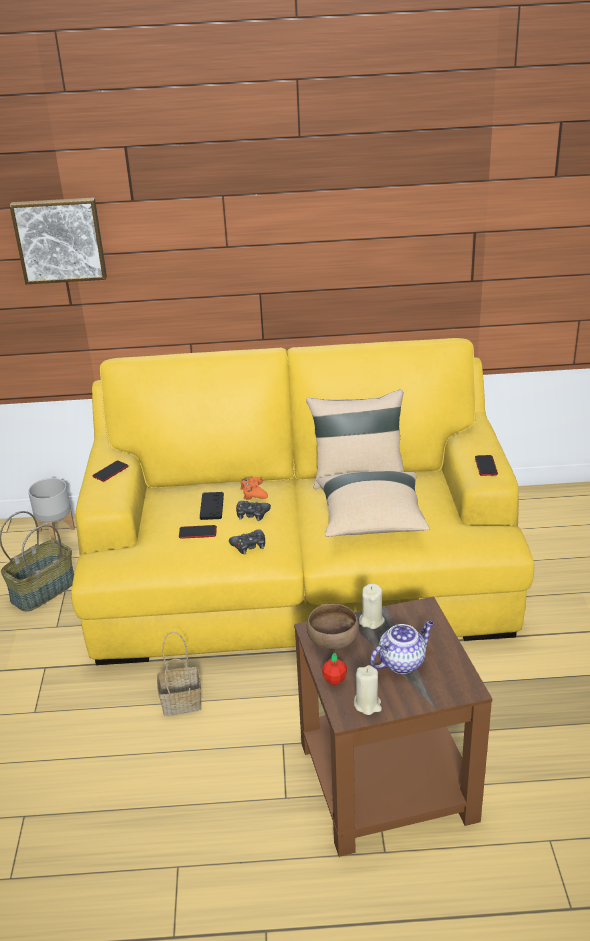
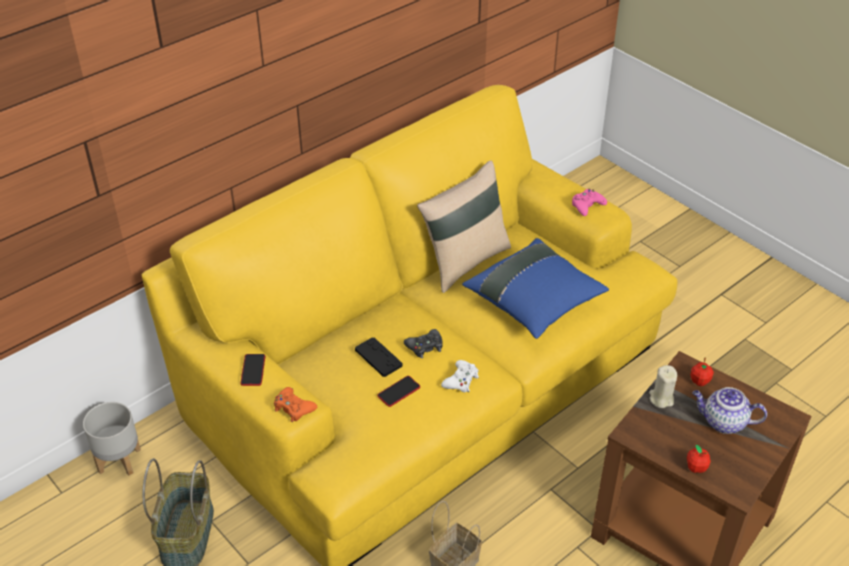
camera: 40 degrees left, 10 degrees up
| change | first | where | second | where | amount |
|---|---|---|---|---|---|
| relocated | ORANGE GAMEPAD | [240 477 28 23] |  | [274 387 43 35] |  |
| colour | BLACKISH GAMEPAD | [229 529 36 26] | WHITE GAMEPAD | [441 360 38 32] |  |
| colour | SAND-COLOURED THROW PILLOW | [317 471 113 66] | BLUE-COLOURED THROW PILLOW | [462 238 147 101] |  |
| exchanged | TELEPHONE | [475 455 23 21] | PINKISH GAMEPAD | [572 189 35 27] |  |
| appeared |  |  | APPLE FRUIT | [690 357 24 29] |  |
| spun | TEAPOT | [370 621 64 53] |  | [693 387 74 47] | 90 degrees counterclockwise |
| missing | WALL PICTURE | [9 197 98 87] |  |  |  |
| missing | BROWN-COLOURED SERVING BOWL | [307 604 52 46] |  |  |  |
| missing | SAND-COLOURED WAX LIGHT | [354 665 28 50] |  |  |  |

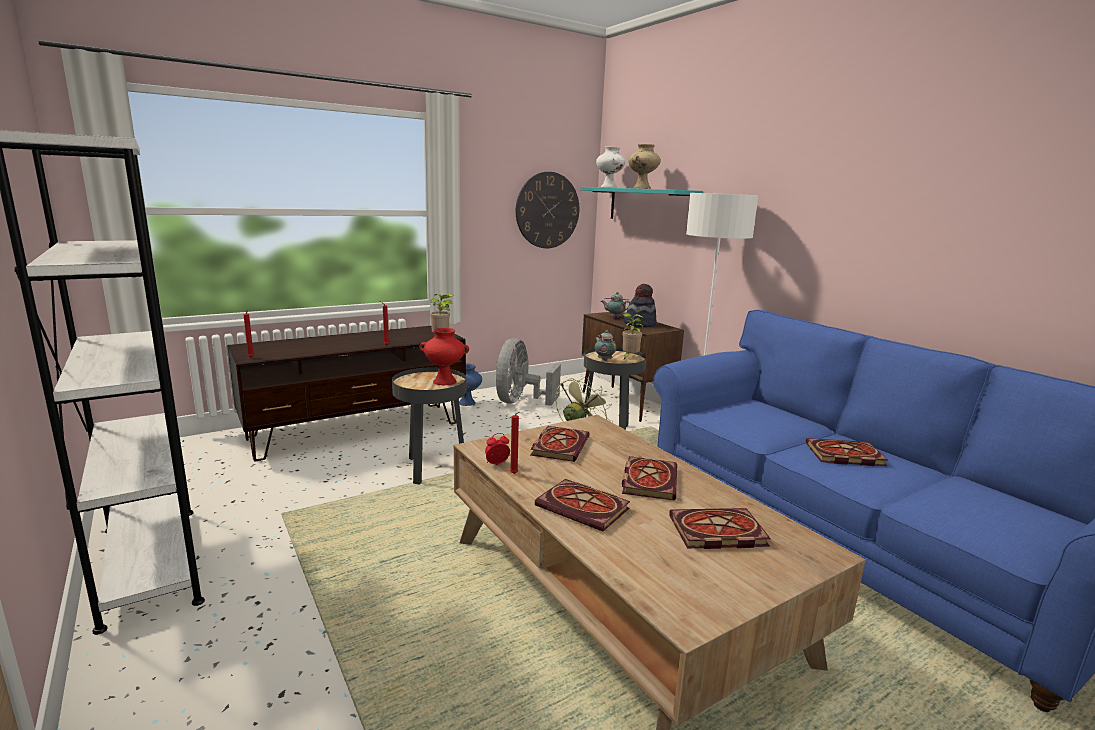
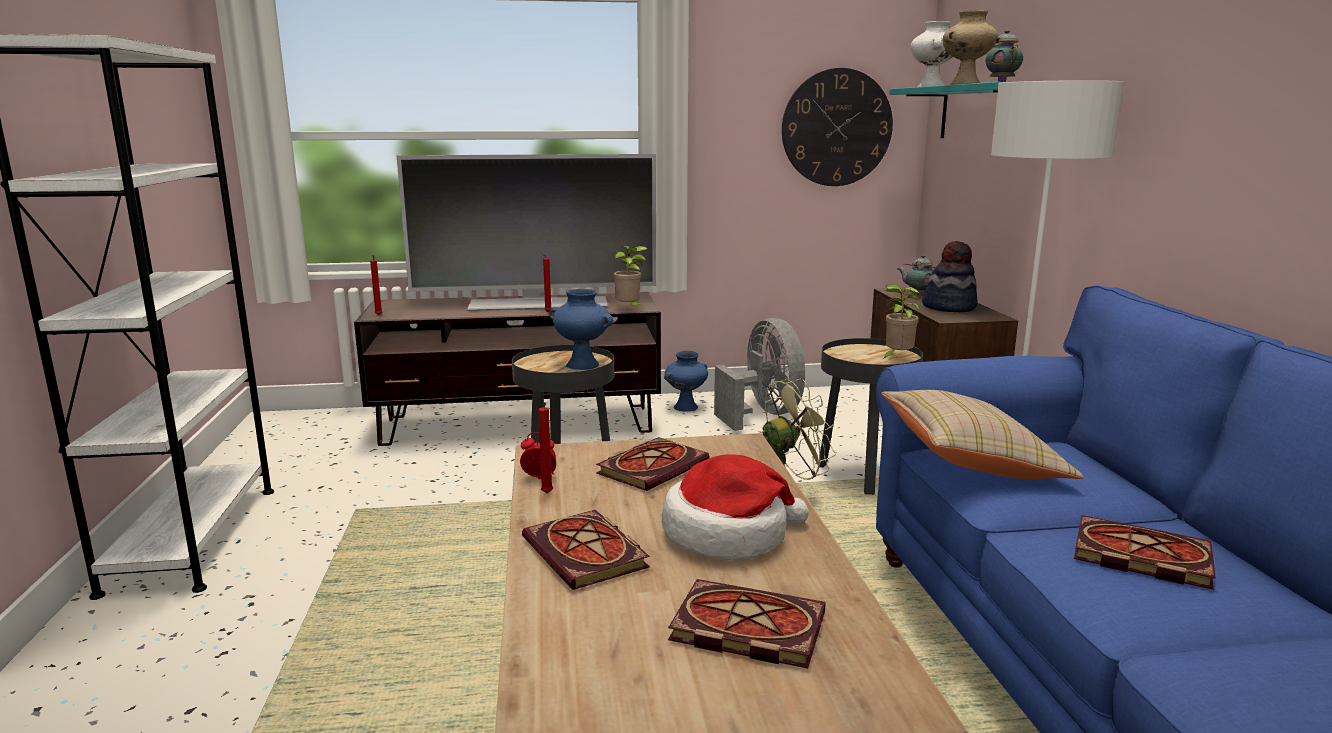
camera: 25 degrees right, 0 degrees up
| change | first | where | second | where | amount |
|---|---|---|---|---|---|
| appeared |  |  | TV SET | [396 154 260 157] |  |
| colour | REDDISH VASE | [419 328 50 57] | BLUE-COLOURED VASE | [549 289 65 81] |  |
| exchanged | VOLUME | [622 456 55 44] | HAT | [662 454 147 106] |  |
| spun | GREY COOLING FAN | [496 338 65 68] |  | [714 318 91 113] | 120 degrees clockwise |
| appeared |  |  | SAND-COLOURED THROW PILLOW | [881 390 203 89] |  |
| relocated | TEAPOT | [595 330 22 31] |  | [985 30 38 52] |  |

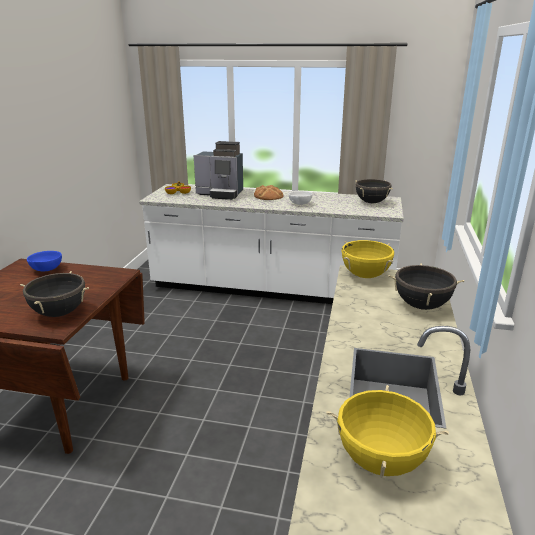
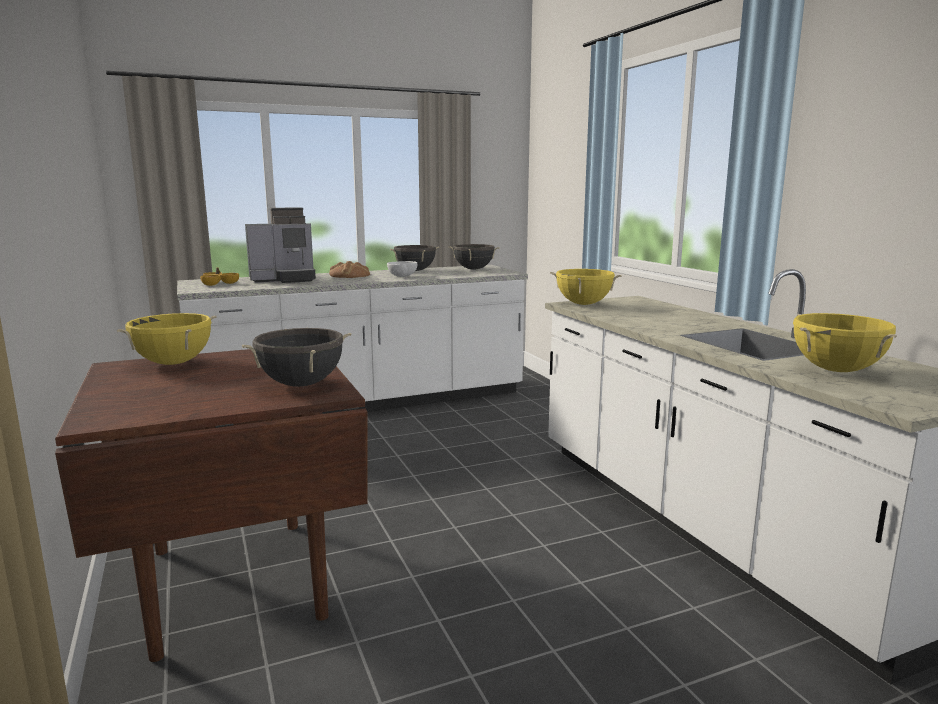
camera: 35 degrees left, 10 degrees down
| change | first | where | second | where | amount |
|---|---|---|---|---|---|
| exchanged | BLUE-COLOURED SERVING BOWL | [27 251 35 20] | YELLOWISH COOKING POT | [117 313 99 52] |  |
| relocated | BLACKISH COOKING POT | [388 264 76 46] |  | [390 245 49 26] |  |

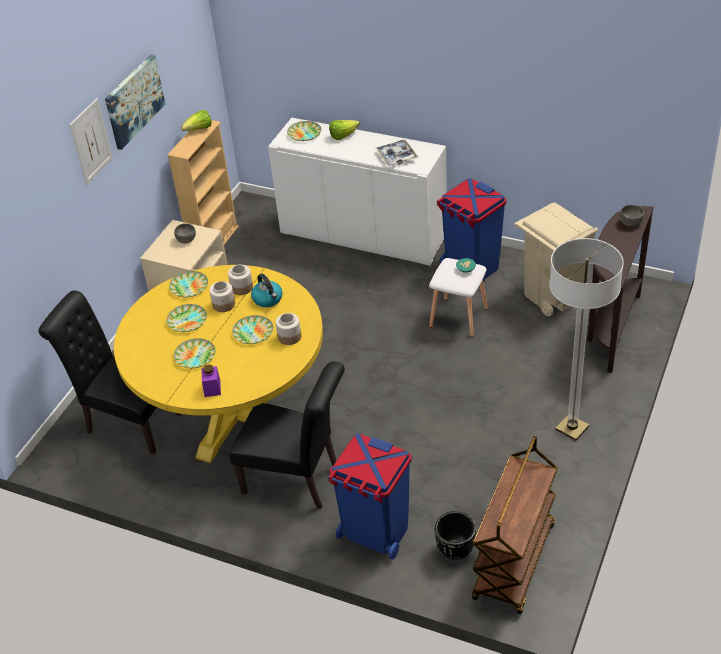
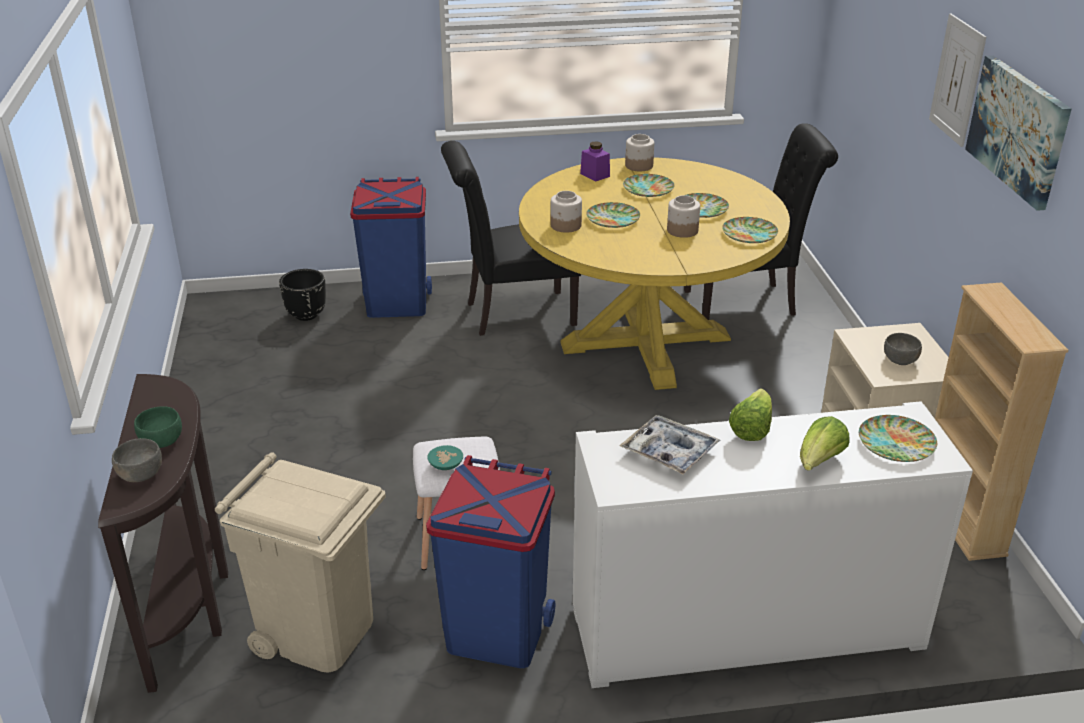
camera: 145 degrees right, 10 degrees down
| change | first | where | second | where | amount |
|---|---|---|---|---|---|
| appeared |  |  | GREEN SERVING BOWL | [134 406 48 42] |  |
| relocated | JAR | [228 265 25 30] |  | [625 134 29 37] |  |
| relocated | LETTUCE | [181 110 31 21] |  | [729 388 43 53] |  |
| missing | TEA KETTLE | [251 274 32 33] |  |  |  |
| missing | BROWN-COLOURED CART | [472 436 86 178] |  |  |  |
| missing | STANDING LAMP | [549 238 75 203] |  |  |  |

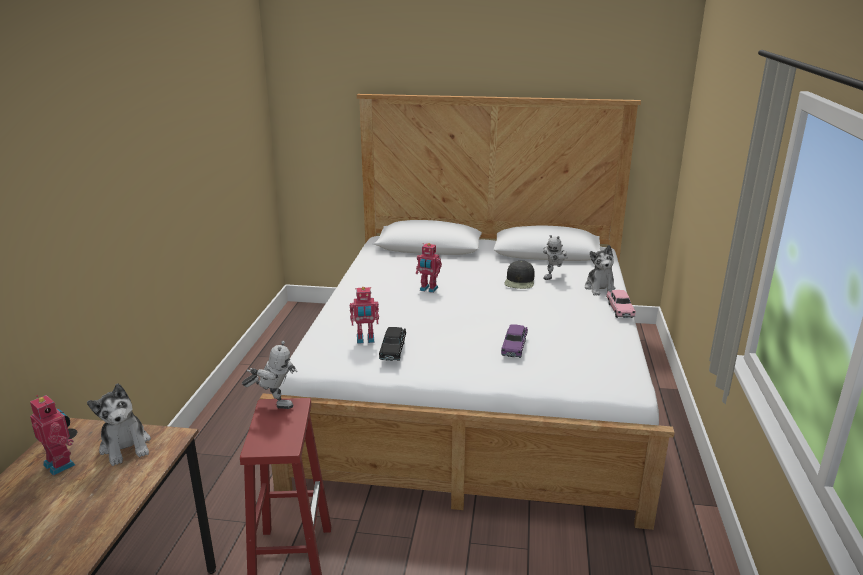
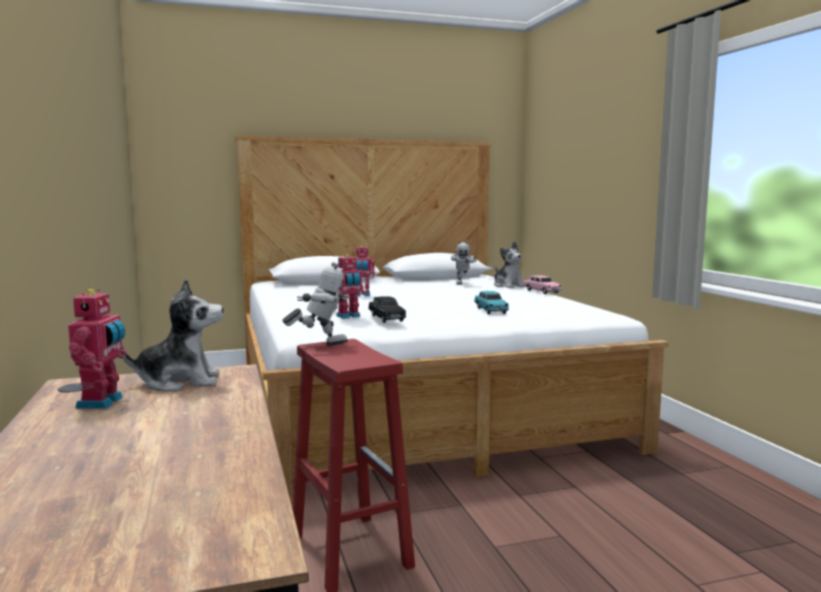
camera: 25 degrees left, 15 degrees down
| change | first | where | second | where | amount |
|---|---|---|---|---|---|
| spun | TOY ROBOT | [30 395 45 81] |  | [68 289 59 120] | 75 degrees clockwise |
| spun | PLUSH TOY | [87 384 64 82] |  | [120 279 103 113] | 45 degrees counterclockwise |
| colour | PURPLE MINIATURE CAR | [501 324 27 34] | TURQUOISE MINIATURE CAR | [474 291 35 23] |  |
| missing | BLACKISH BASEBALL CAP | [505 261 30 28] |  |  |  |

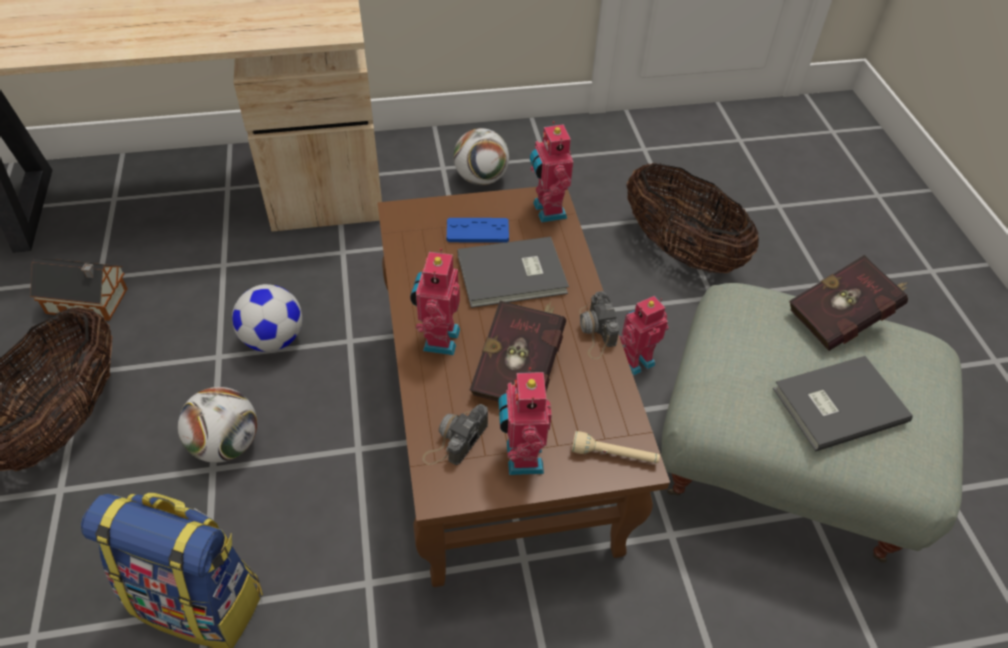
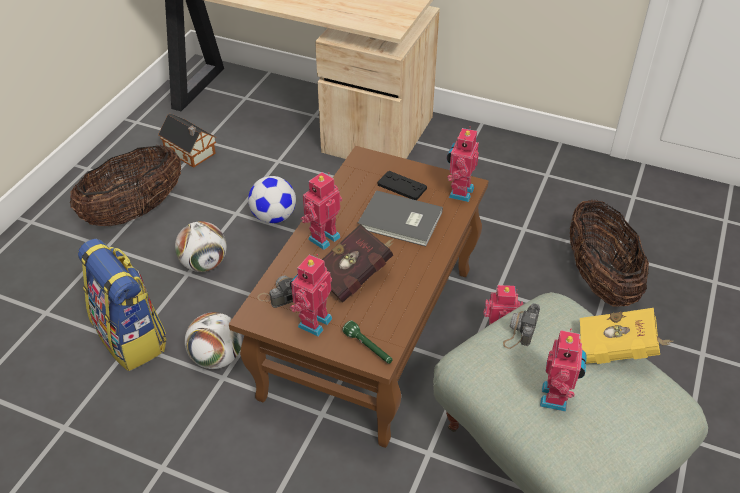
camera: 35 degrees right, 5 degrees down
| change | first | where | second | where | amount |
|---|---|---|---|---|---|
| relocated | FOOTBALL | [453 128 56 57] |  | [185 312 57 57] |  |
| colour | SAND-COLOURED HAND TORCH | [572 431 88 32] | GREEN HAND TORCH | [342 320 50 44] |  |
| colour | BLUE-COLOURED GAMEPAD | [447 218 62 25] | BLACKISH GAMEPAD | [377 171 50 29] |  |
| relocated | STILL CAMERA | [579 291 41 68] |  | [503 303 37 46] |  |
| exchanged | GREY VOLUME | [773 356 140 95] | TOY ROBOT | [540 328 47 84] |  |
| colour | REDDISH VOLUME | [789 255 119 96] | YELLOWISH VOLUME | [580 308 94 56] |  |

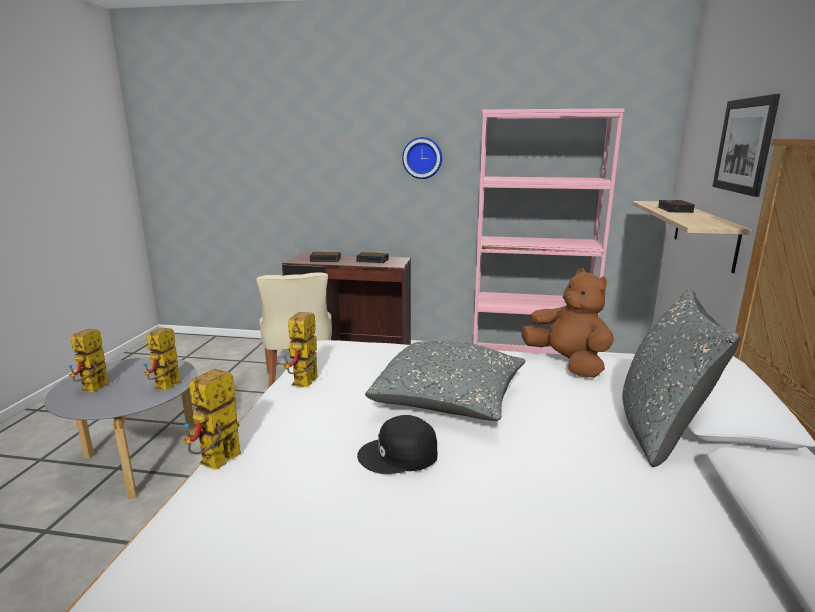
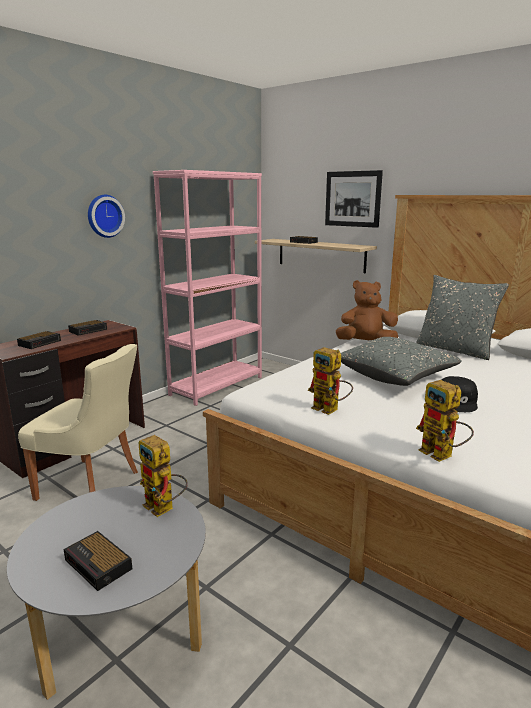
camera: 60 degrees left, 0 degrees up
| change | first | where | second | where | amount |
|---|---|---|---|---|---|
| exchanged | TOY ROBOT | [69 329 40 63] | ALARM CLOCK | [64 531 68 60] |  |

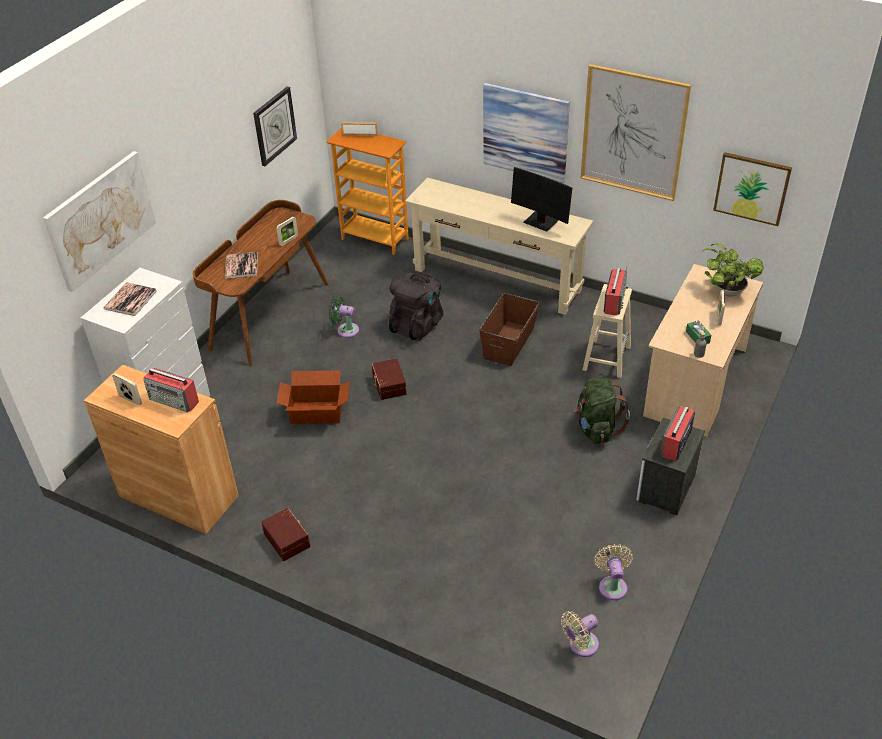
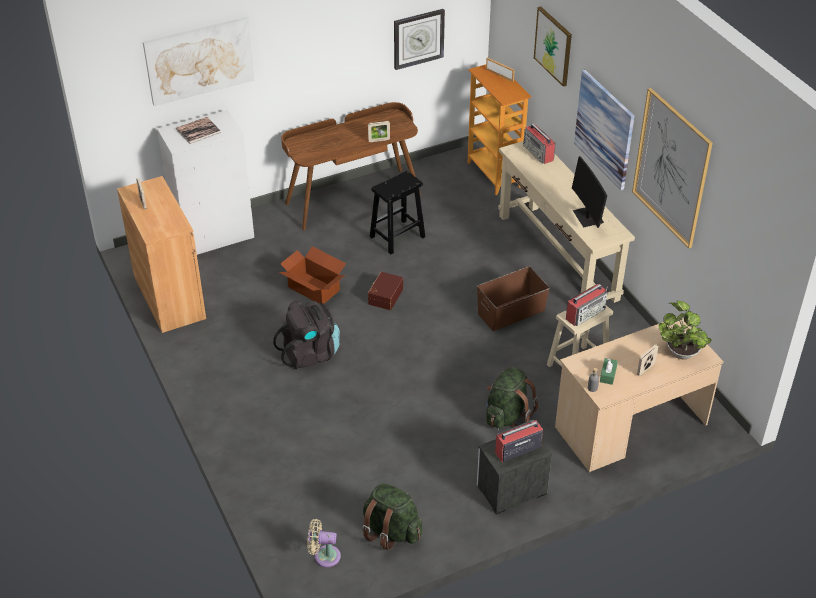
camera: 35 degrees right, 0 degrees up
| change | first | where | second | where | amount |
|---|---|---|---|---|---|
| relocated | BLACKISH KNAPSACK | [389 272 54 69] |  | [273 301 67 68] |  |
| exchanged | SAND-COLOURED COOLING FAN | [594 544 39 56] | GREEN KNAPSACK | [362 483 61 67] |  |
| exchanged | GREEN COOLING FAN | [329 295 30 43] | BLACKISH STOOL | [370 171 55 84] |  |
| relocated | RADIO RECEIVER | [144 368 55 44] |  | [523 124 33 40] |  |
| relocated | WALL PICTURE | [713 152 79 74] |  | [534 6 38 81] |  |
| missing | VOLUME | [225 252 33 27] |  |  |  |
| missing | BROWN-COLOURED STORAGE BIN | [261 508 49 53] |  |  |  |

